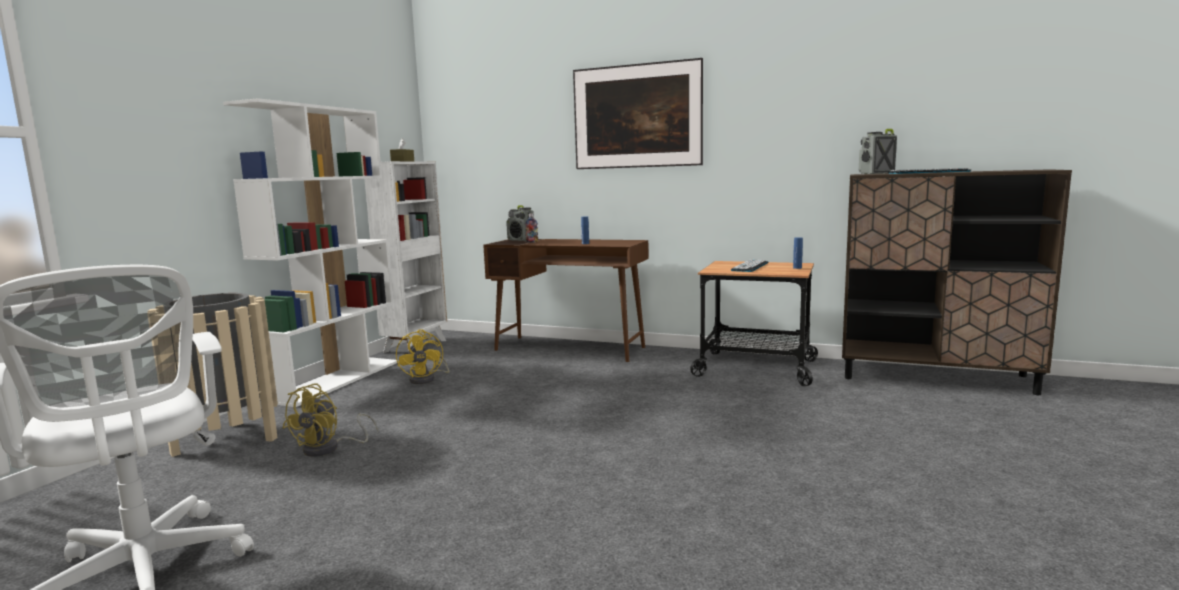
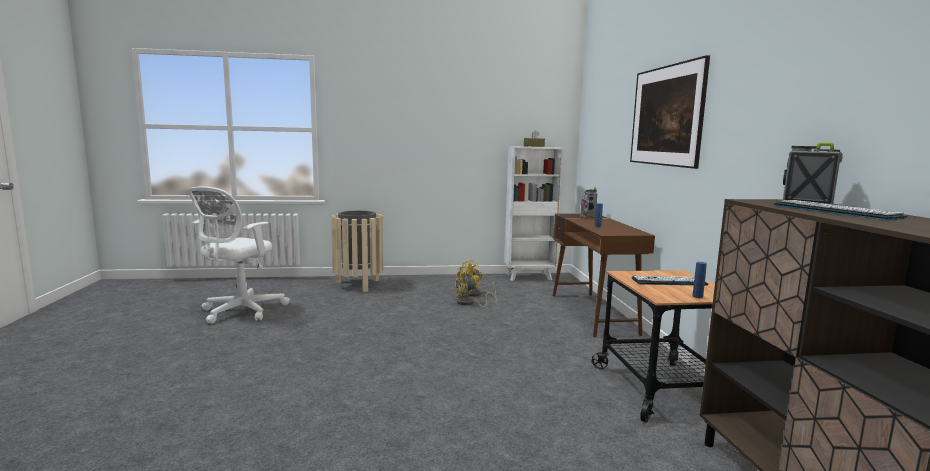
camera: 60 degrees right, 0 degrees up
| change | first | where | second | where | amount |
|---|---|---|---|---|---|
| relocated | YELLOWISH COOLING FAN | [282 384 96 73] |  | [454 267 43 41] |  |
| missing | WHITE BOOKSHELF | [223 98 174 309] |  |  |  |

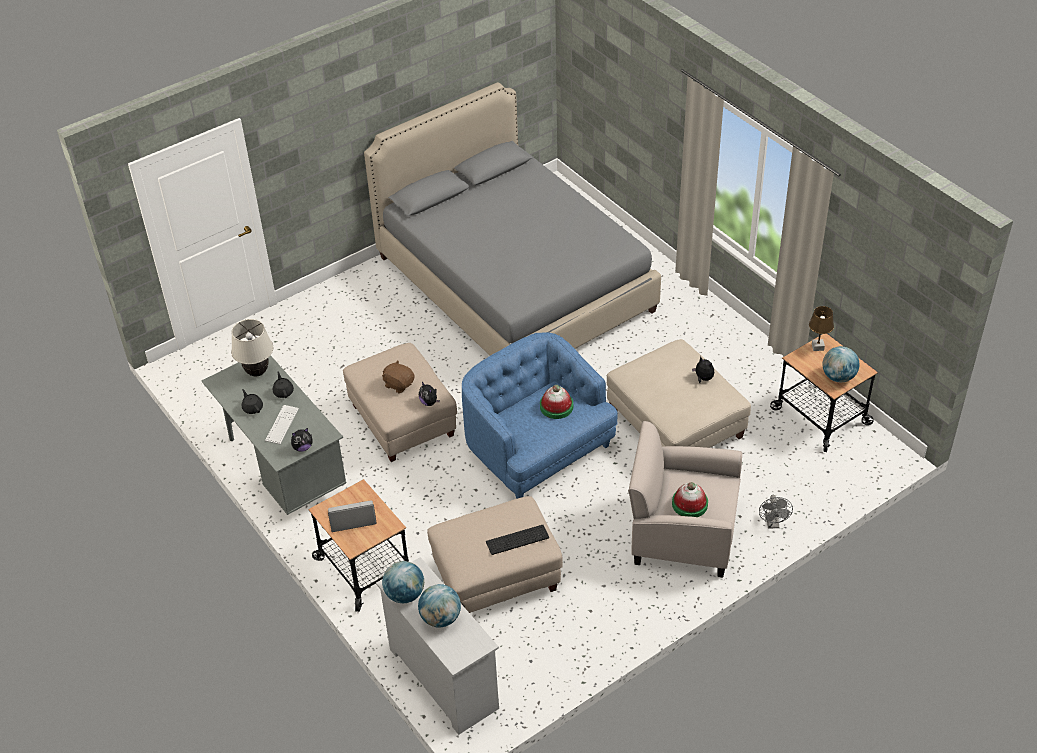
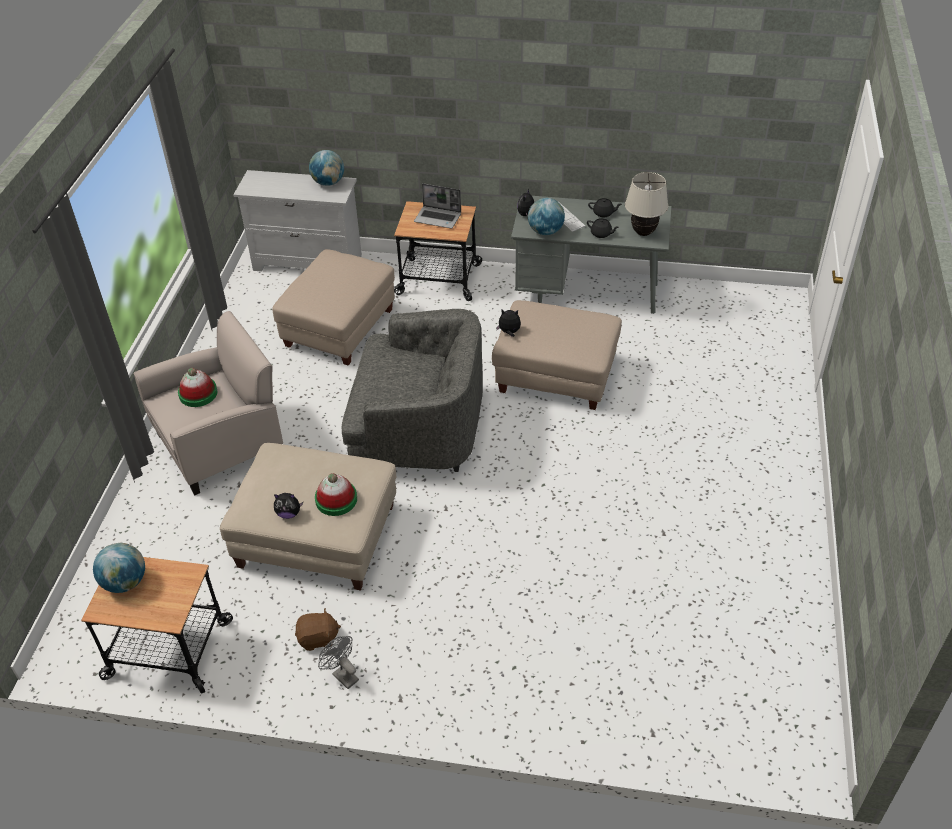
camera: 135 degrees right, 0 degrees up
| change | first | where | second | where | amount |
|---|---|---|---|---|---|
| relocated | BROWN-COLOURED PLUSH TOY | [382 360 32 33] |  | [295 608 46 43] |  |
| relocated | HAT | [540 385 33 34] |  | [315 473 42 43] |  |
| relocated | GREY COOLING FAN | [759 495 34 33] |  | [318 636 41 53] |  |
| colour | BLUE-COLOURED EASY CHAIR | [462 332 156 167] | GREY EASY CHAIR | [342 309 141 163] |  |
| spun | PORTABLE COMPUTER | [328 500 49 32] |  | [414 183 47 46] | 75 degrees clockwise |
| relocated | GLOBE | [418 584 43 44] |  | [528 198 37 37] |  |
| missing | GREY BED | [364 82 297 274] |  |  |  |
| missing | COMPUTER KEYBOARD | [486 525 63 30] |  |  |  |
| missing | BROWN-COLOURED LAMP FOR A TABLE | [809 306 25 45] |  |  |  |

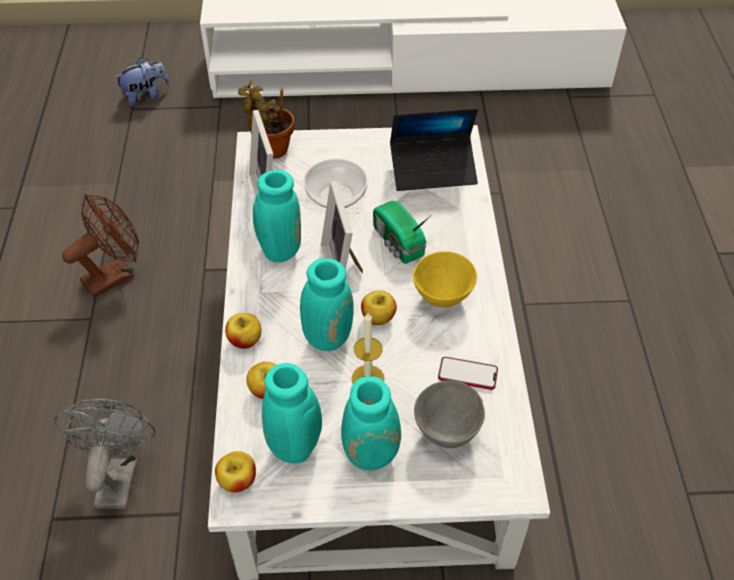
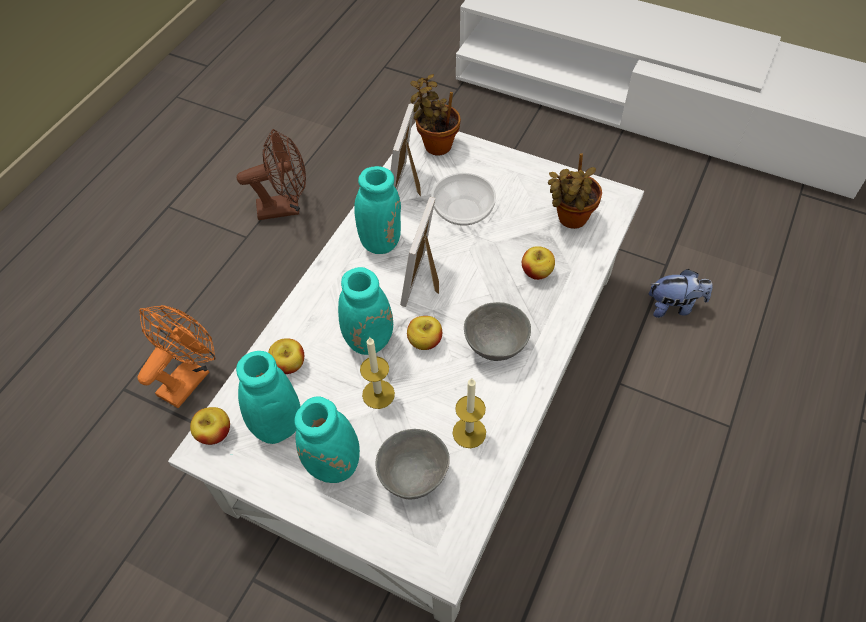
camera: 30 degrees right, 5 degrees up
| change | first | where | second | where | amount |
|---|---|---|---|---|---|
| colour | GREY COOLING FAN | [54 398 101 111] | ORANGE COOLING FAN | [137 305 78 103] |  |
| exchanged | TELEPHONE | [438 357 60 33] | WAX LIGHT | [453 378 33 70] |  |
| colour | YELLOWISH SERVING BOWL | [413 251 64 56] | GREY SERVING BOWL | [464 302 67 59] |  |
| relocated | APPLE FRUIT | [225 313 36 36] |  | [522 246 33 34] |  |
| exchanged | PORTABLE COMPUTER | [390 108 88 83] | POTTED PLANT | [548 153 54 76] |  |
| relocated | PLUSH TOY | [114 58 55 49] |  | [649 269 64 49] |  |
| missing | RADIO RECEIVER | [373 201 59 63] |  |  |  |

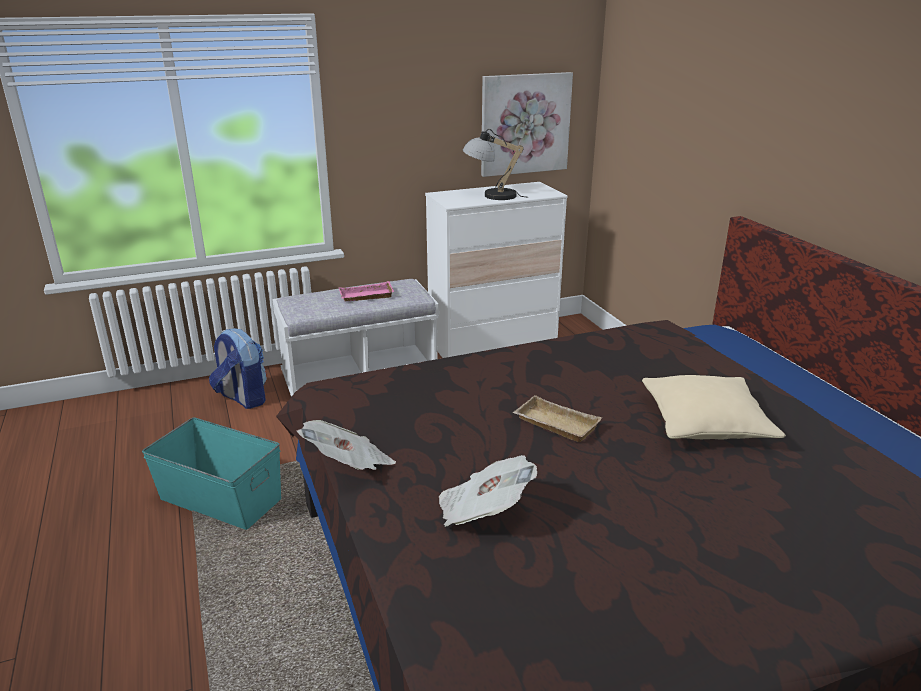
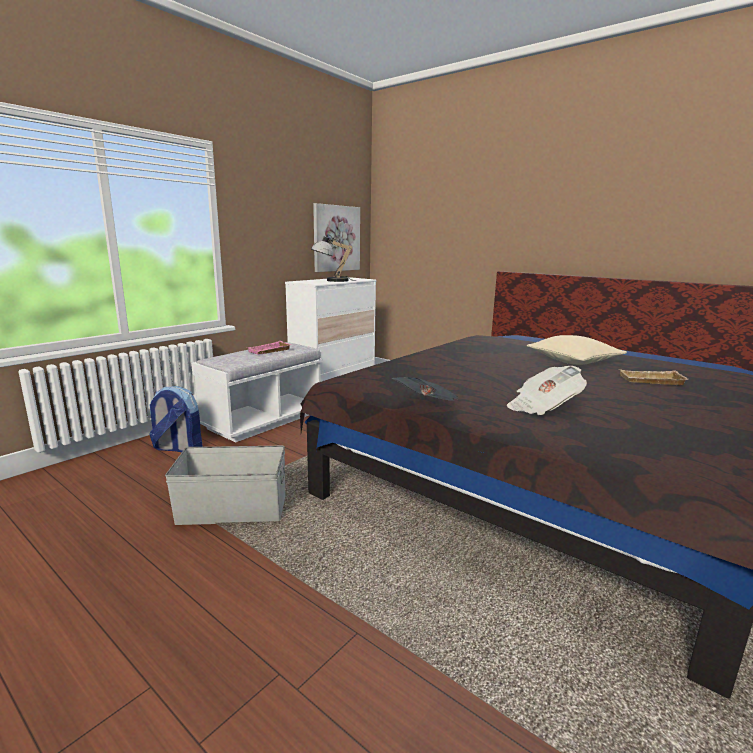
camera: 30 degrees left, 10 degrees down
| change | first | where | second | where | amount |
|---|---|---|---|---|---|
| colour | TURQUOISE STORAGE BIN | [142 418 139 112] | GREY STORAGE BIN | [165 446 120 79] |  |
| relocated | SAND-COLOURED SERVING TRAY | [513 395 89 47] |  | [619 369 69 16] |  |

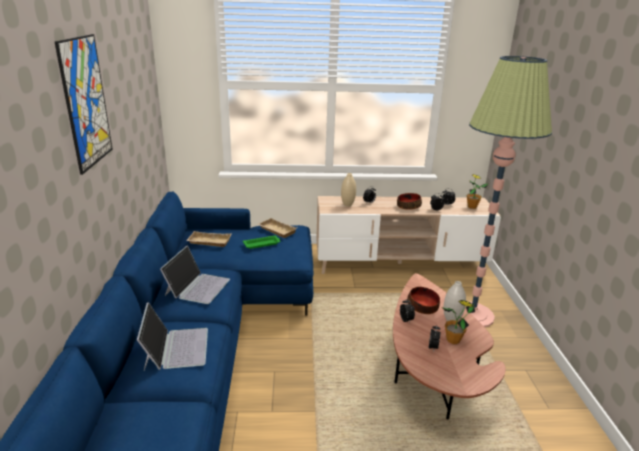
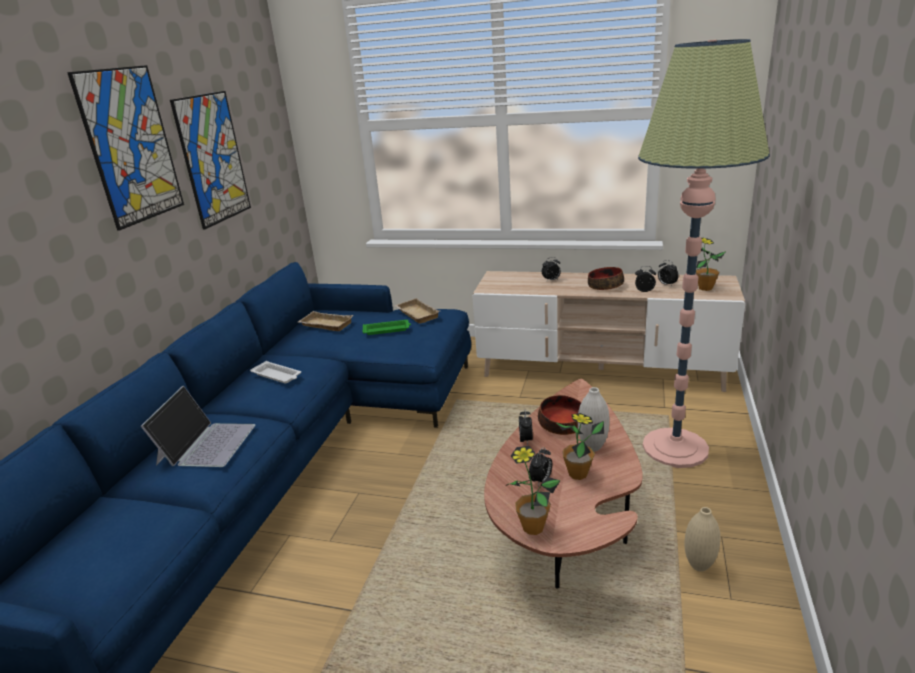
camera: 20 degrees right, 0 degrees up
| change | first | where | second | where | amount |
|---|---|---|---|---|---|
| appeared |  |  | WALL PICTURE | [170 91 81 139] |  |
| exchanged | PORTABLE COMPUTER | [160 246 70 58] | WHITE SERVING TRAY | [250 361 51 23] |  |
| appeared |  |  | POTTED PLANT | [506 446 55 89] |  |
| relocated | SAND-COLOURED VASE | [341 173 15 34] |  | [684 507 36 64] |  |

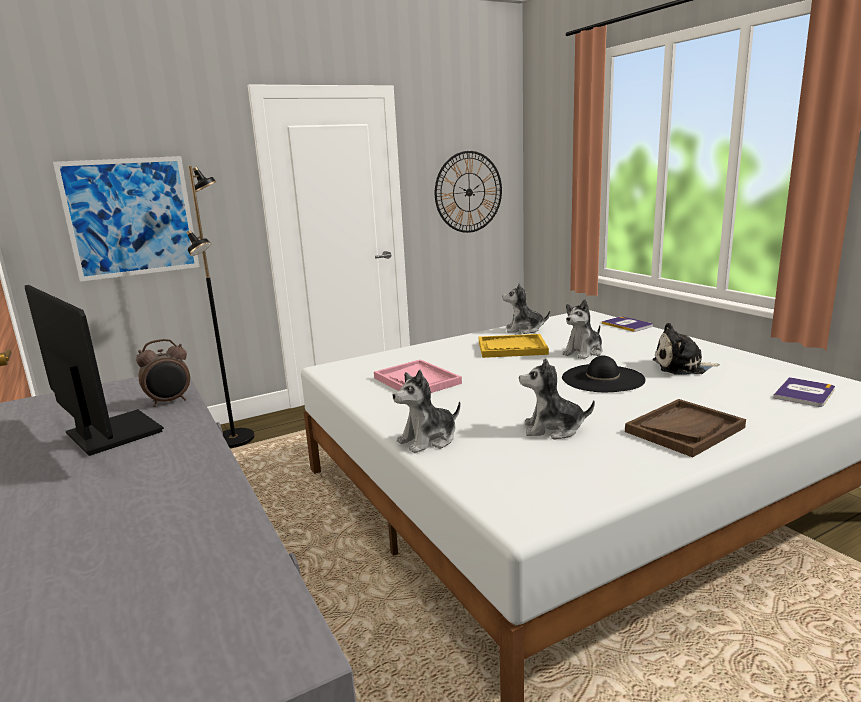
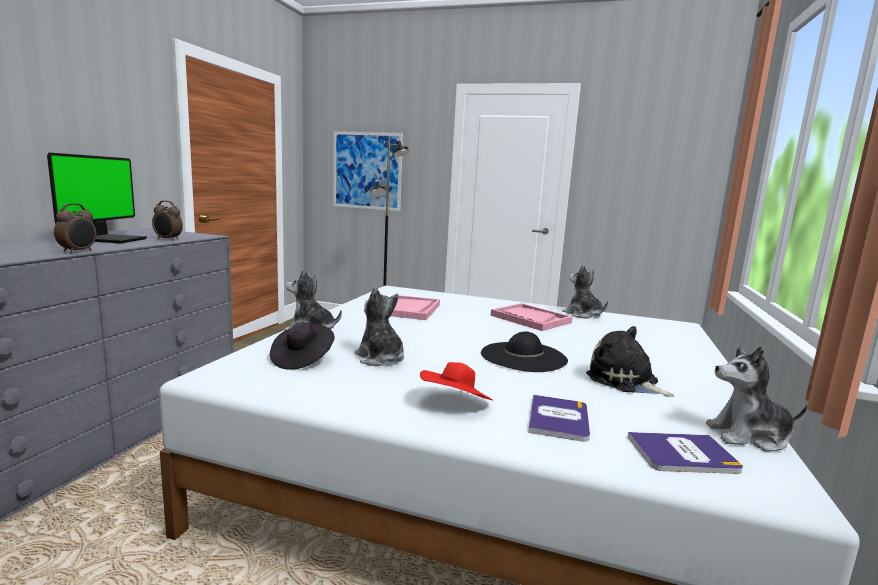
camera: 45 degrees right, 5 degrees down
| change | first | where | second | where | amount |
|---|---|---|---|---|---|
| appeared |  |  | ALARM CLOCK | [54 203 43 50] |  |
| appeared |  |  | BLACKISH HAT | [270 322 64 48] |  |
| exchanged | BROWN-COLOURED SERVING TRAY | [625 399 121 58] | REDDISH HAT | [420 362 73 38] |  |
| colour | YELLOWISH SERVING TRAY | [479 334 70 24] | PINKISH SERVING TRAY | [491 303 81 28] |  |
| relocated | VOLUME | [602 317 51 15] |  | [528 395 62 47] |  |
| relocated | PLUSH TOY | [562 299 41 60] |  | [706 346 102 106] |  |
| missing | WALL CLOCK | [435 151 67 82] |  |  |  |

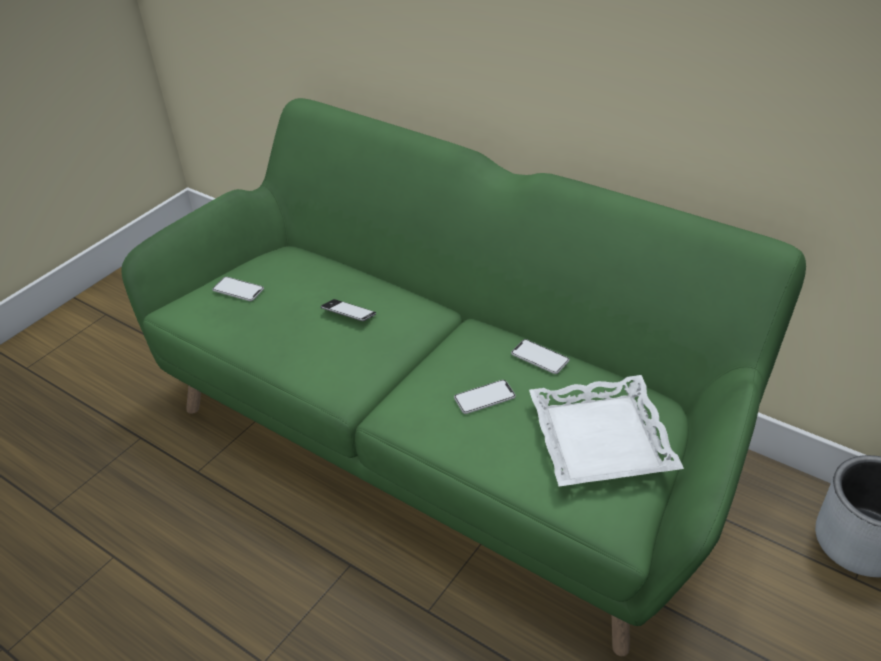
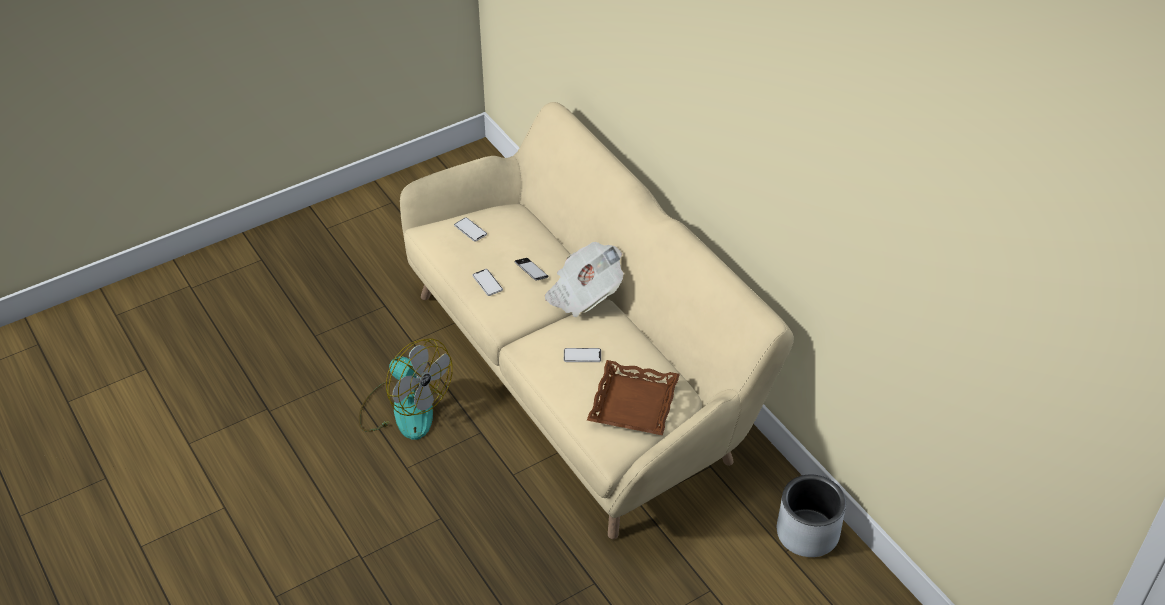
camera: 20 degrees right, 5 degrees up
| change | first | where | second | where | amount |
|---|---|---|---|---|---|
| appeared |  |  | COOLING FAN | [359 338 94 102] |  |
| colour | GREEN COUCH | [121 98 685 558] | SAND-COLOURED COUCH | [400 102 394 437] |  |
| relocated | TELEPHONE | [511 339 58 35] |  | [472 269 31 27] |  |
| appeared |  |  | NEWSPAPER | [545 242 79 75] |  |
| colour | WHITE SERVING TRAY | [529 375 155 111] | BROWN-COLOURED SERVING TRAY | [587 360 93 75] |  |

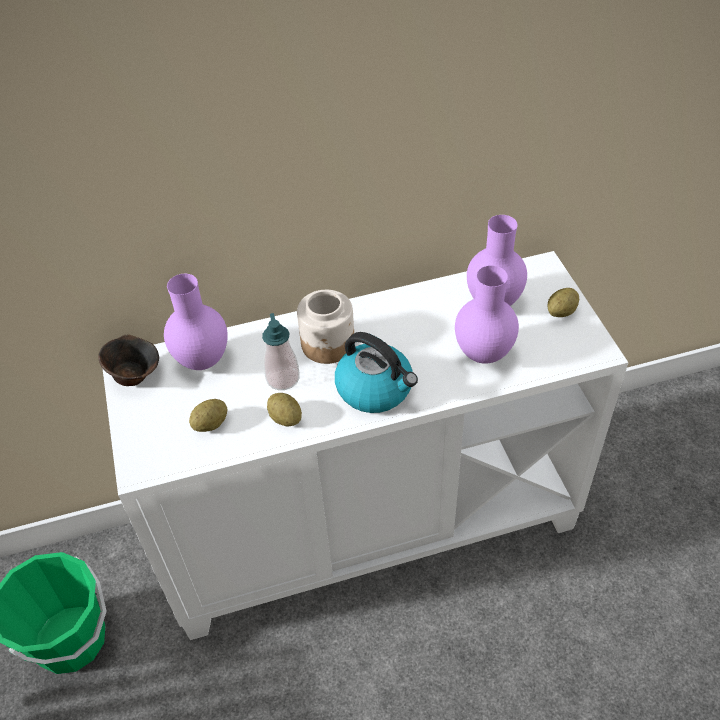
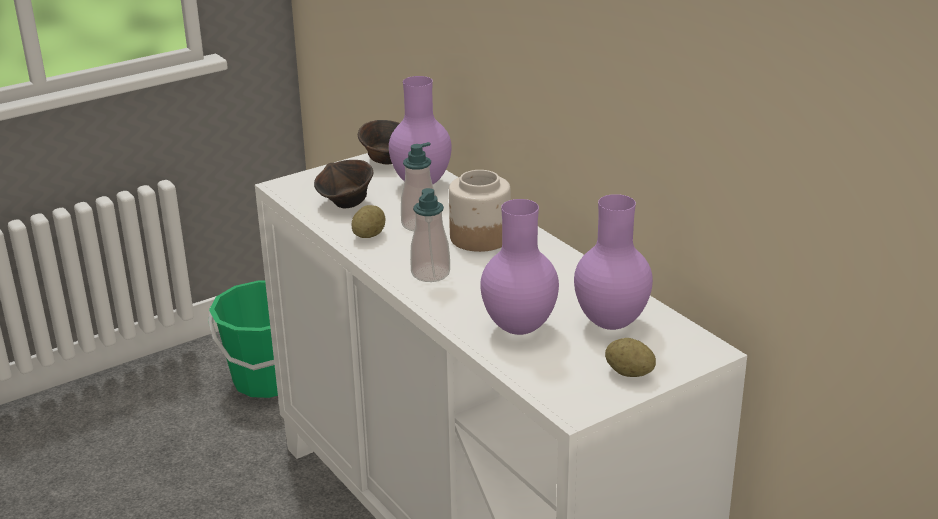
camera: 70 degrees right, 20 degrees down
| change | first | where | second | where | amount |
|---|---|---|---|---|---|
| exchanged | POTATO | [189 399 38 33] | BROWN-COLOURED SERVING BOWL | [314 160 59 48] |  |
| exchanged | TEA KETTLE | [335 332 83 81] | SOAP BOTTLE | [410 188 40 94] |  |

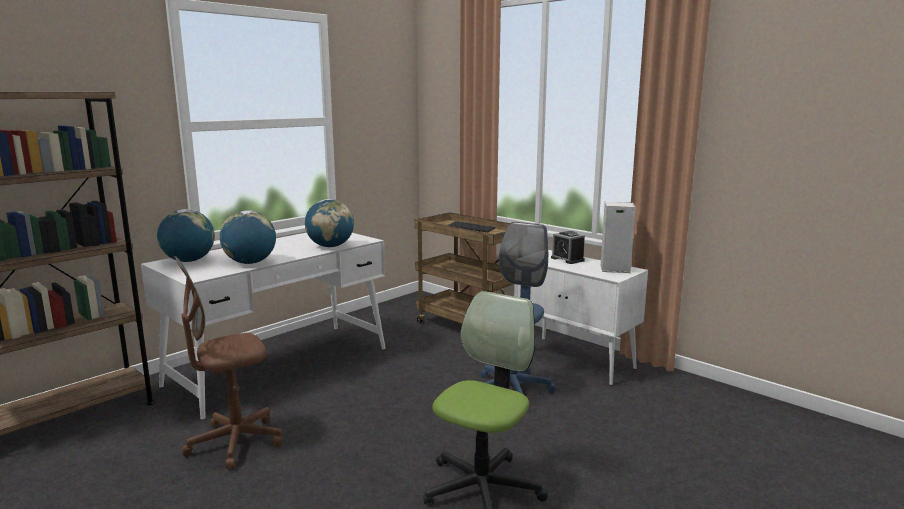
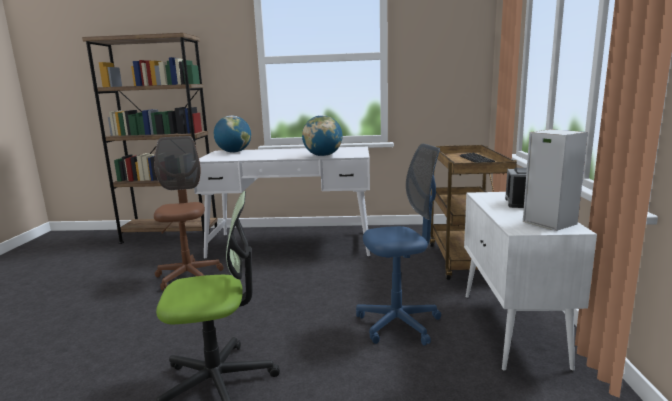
camera: 50 degrees right, 0 degrees up
| change | first | where | second | where | amount |
|---|---|---|---|---|---|
| spun | BROWN-COLOURED DESK CHAIR | [174 256 109 213] |  | [154 136 69 155] | 60 degrees clockwise |
| missing | GLOBE | [220 210 56 54] |  |  |  |

